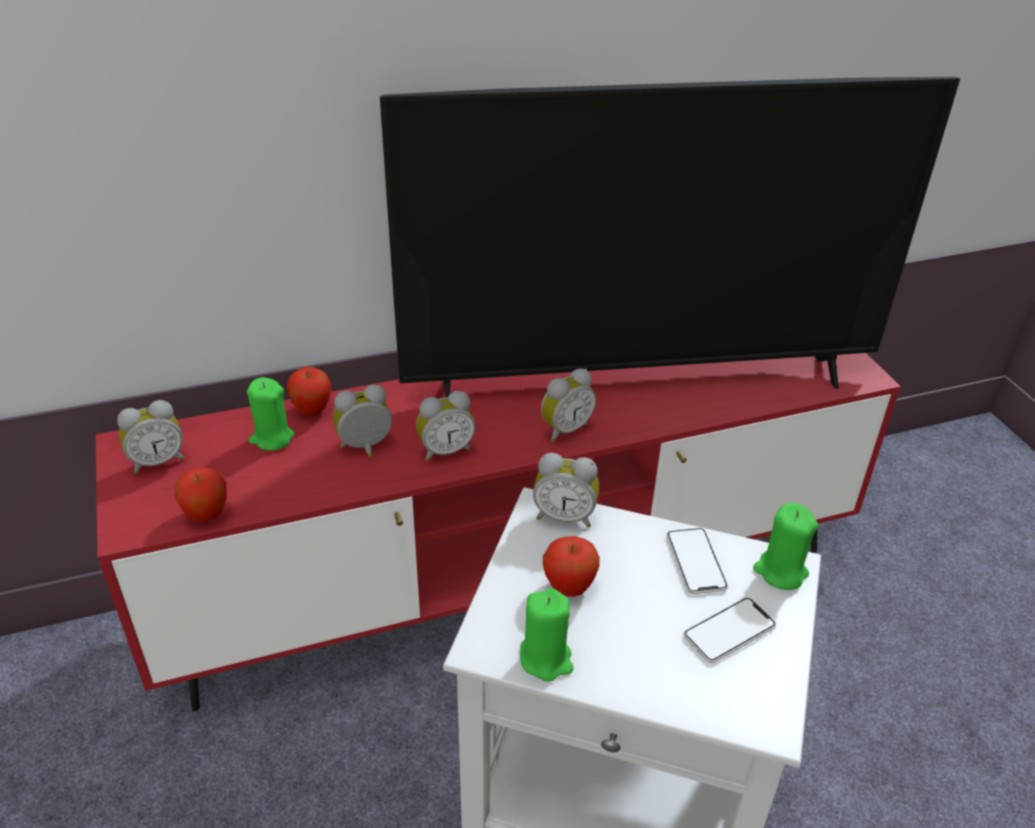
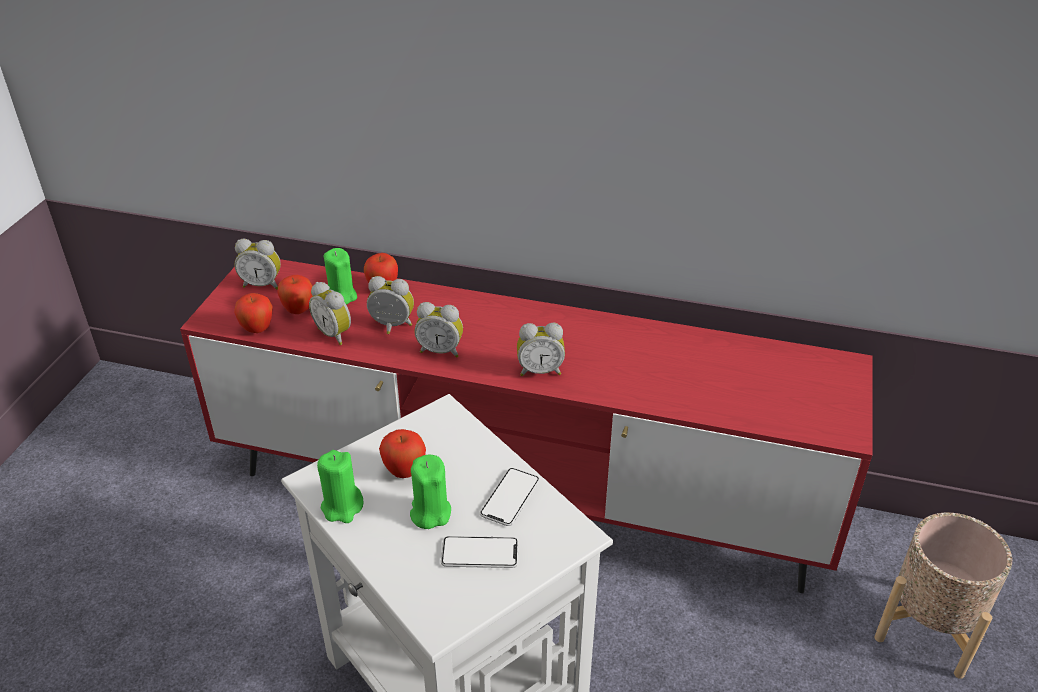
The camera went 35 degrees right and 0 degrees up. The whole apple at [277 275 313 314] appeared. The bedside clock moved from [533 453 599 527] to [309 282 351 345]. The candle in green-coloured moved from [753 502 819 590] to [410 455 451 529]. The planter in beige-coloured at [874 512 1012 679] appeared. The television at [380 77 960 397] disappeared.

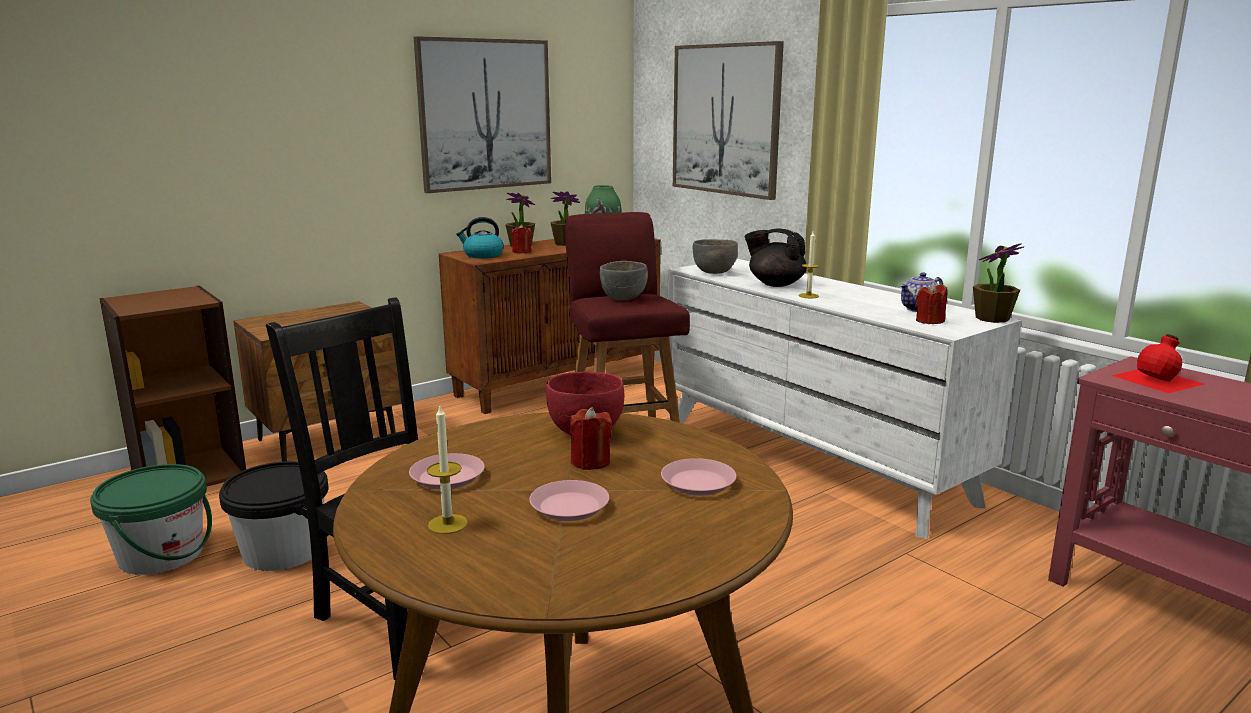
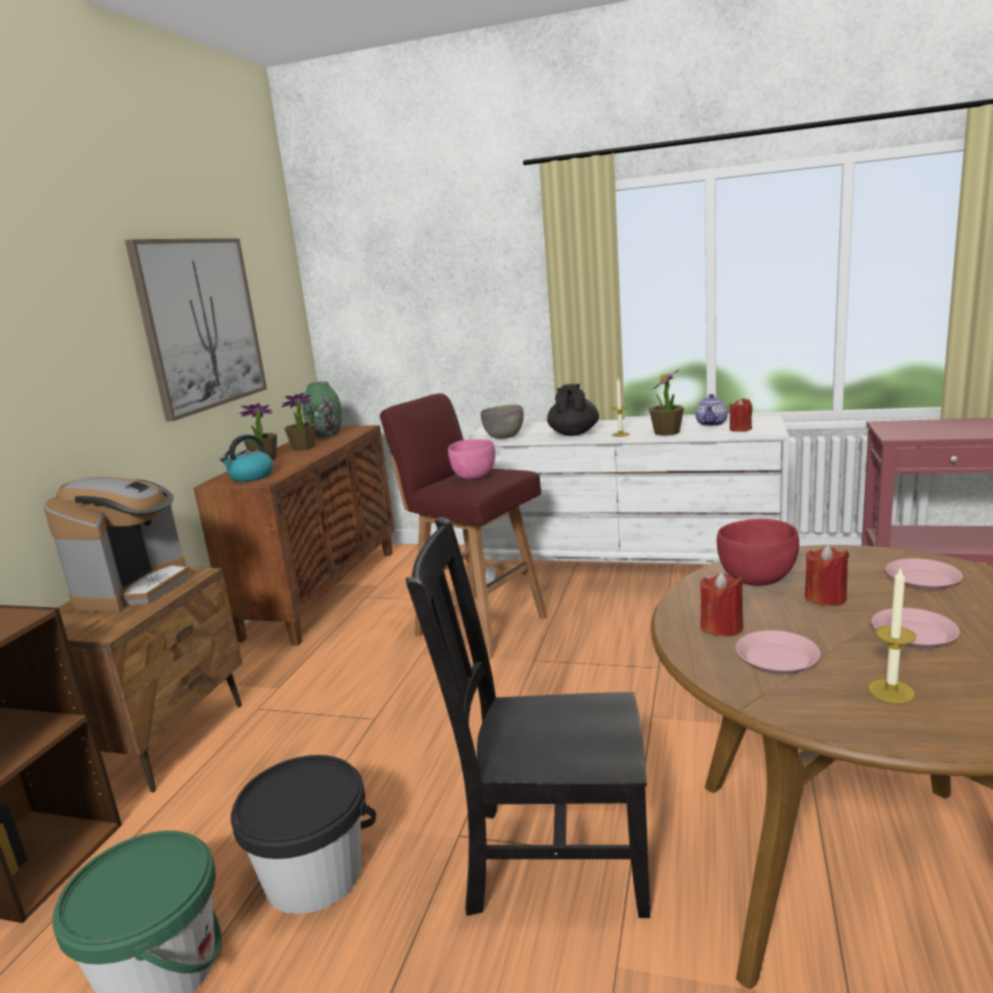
The camera went 35 degrees left and 0 degrees up. The coffee machine at [44 477 190 612] appeared. The deep dish in gray at [600 261 648 300] became the deep dish in pink at [448 439 495 480]. The tea pot in black-coloured at [745 228 807 287] turned 105 degrees clockwise. The houseplant moved from [973 243 1024 323] to [649 370 684 436]. The candle in red moved from [512 224 531 253] to [700 571 744 636]. The picture at [673 41 784 200] disappeared. The bottle in red at [1111 334 1204 393] disappeared.

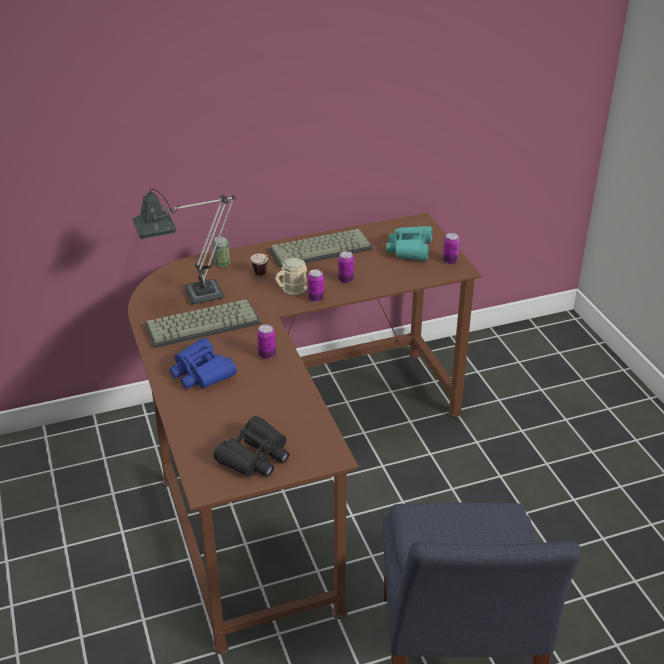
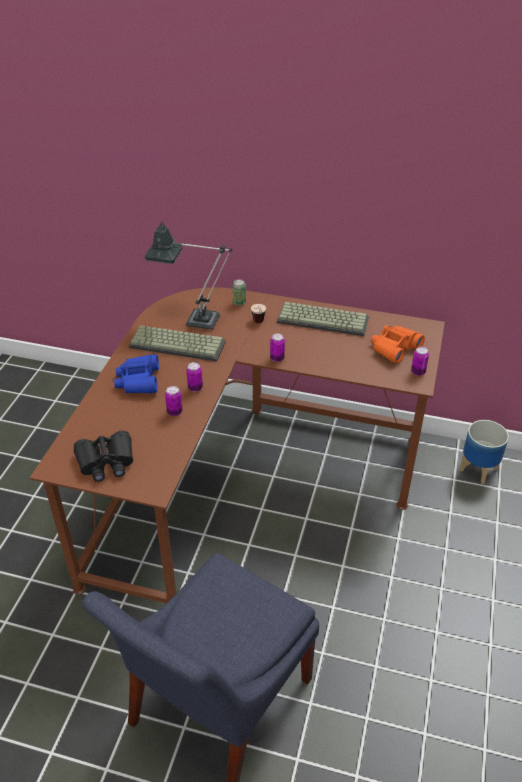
The camera went 35 degrees right and 5 degrees up. The can moved from [338 251 354 283] to [165 386 183 416]. The binoculars in turquoise at [386 226 432 261] became the binoculars in orange at [371 325 425 363]. The planter at [459 420 509 484] appeared. The tea mug in beige-coloured at [275 257 307 295] disappeared.

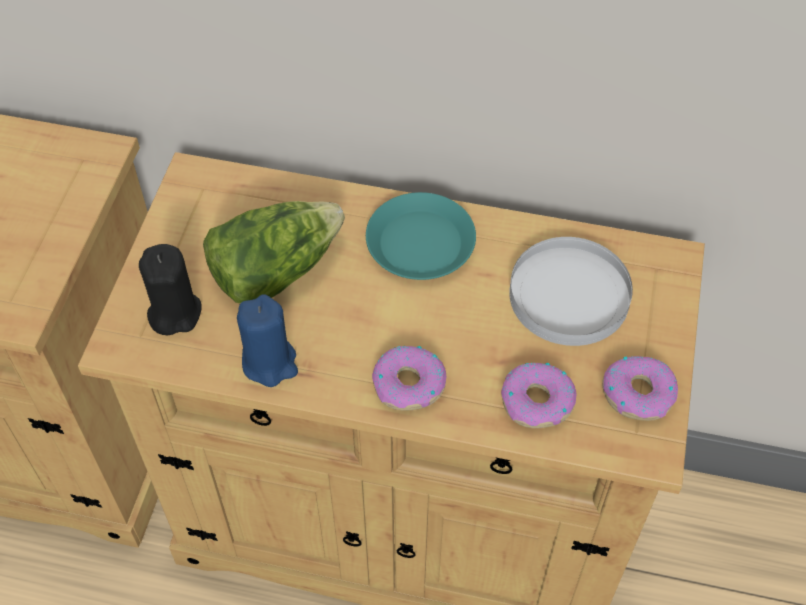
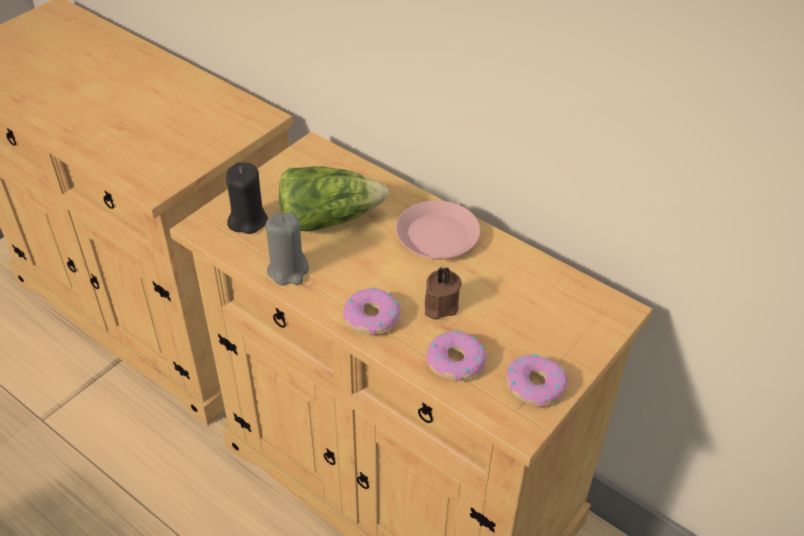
The camera went 25 degrees right and 10 degrees down. The candle in bluish at [237 294 298 387] became the candle in gray at [266 213 309 285]. The flat dish in turquoise at [366 192 476 280] became the flat dish in pink at [396 201 481 259]. The candle in brown at [425 266 462 320] appeared. The flat dish in white at [509 237 633 346] disappeared.

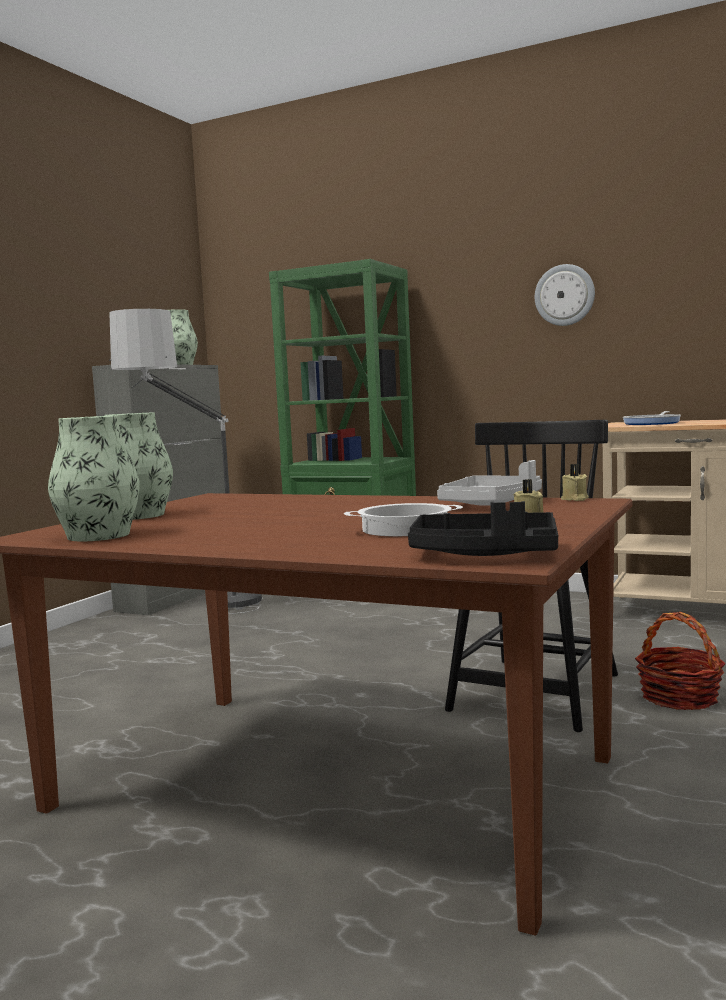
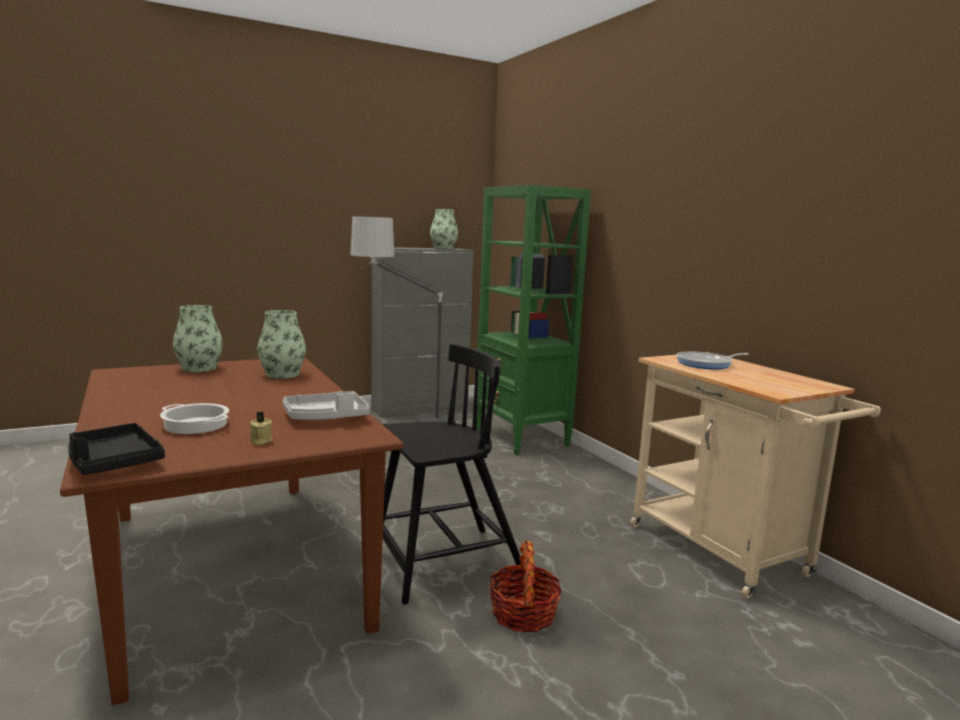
The camera went 35 degrees right and 5 degrees up. The decorative vase moved from [48 416 140 541] to [257 310 306 379]. The hanging clock at [535 264 595 326] disappeared. The candle in beige-coloured at [561 464 589 501] disappeared.

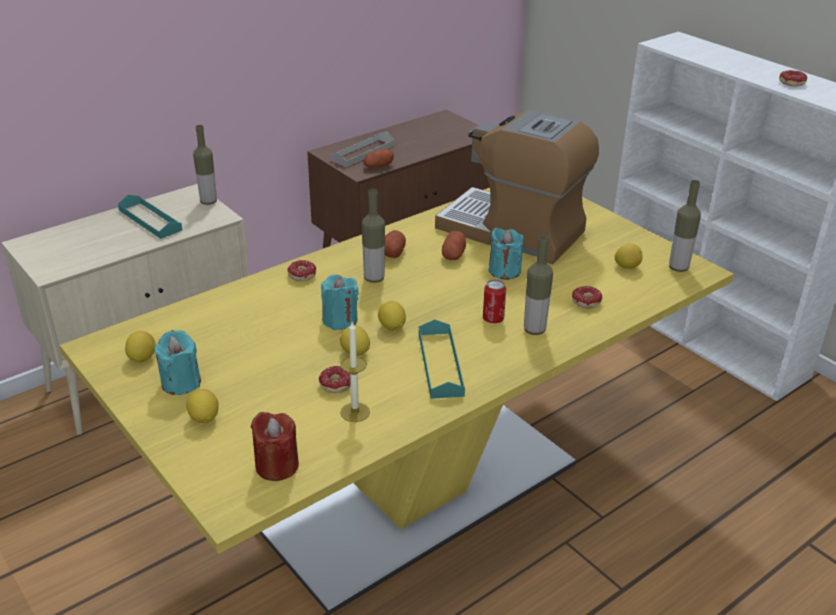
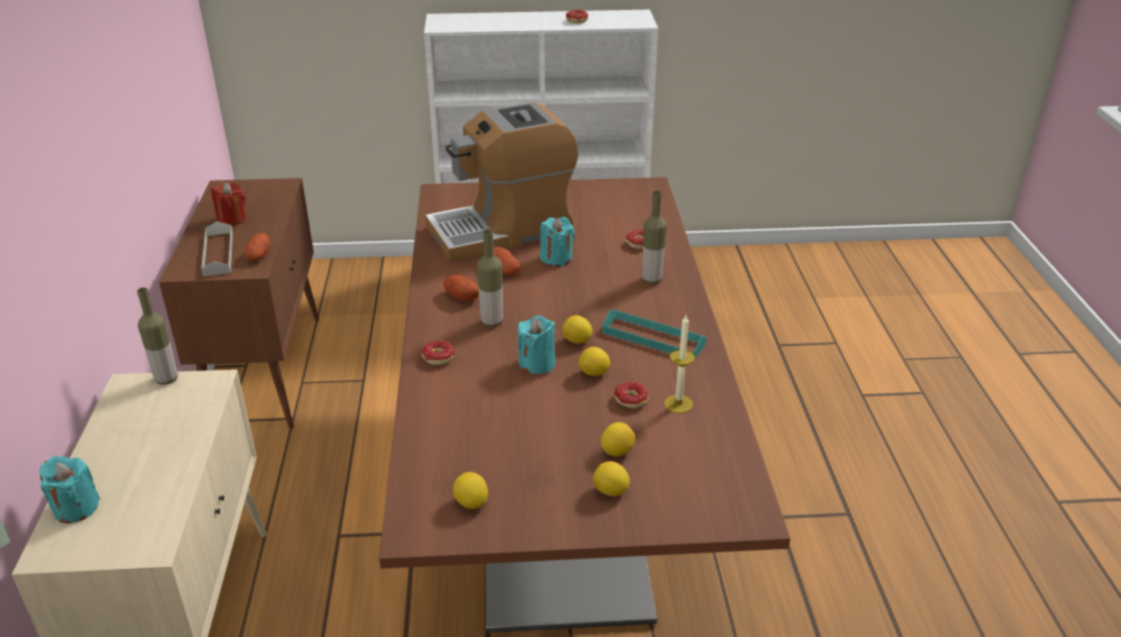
The camera went 55 degrees left and 0 degrees up. The candle in turquoise moved from [154 330 201 395] to [39 456 100 523]. The candle in red moved from [251 412 299 481] to [211 182 247 225]. The dining table in yellow-coloured at [59 188 734 615] became the dining table in brown at [379 177 790 633]. The lemon moved from [614 244 643 269] to [601 422 635 456]. The serving tray in turquoise at [118 195 182 239] disappeared. The can at [483 279 506 323] disappeared. The bottle at [669 180 701 272] disappeared.

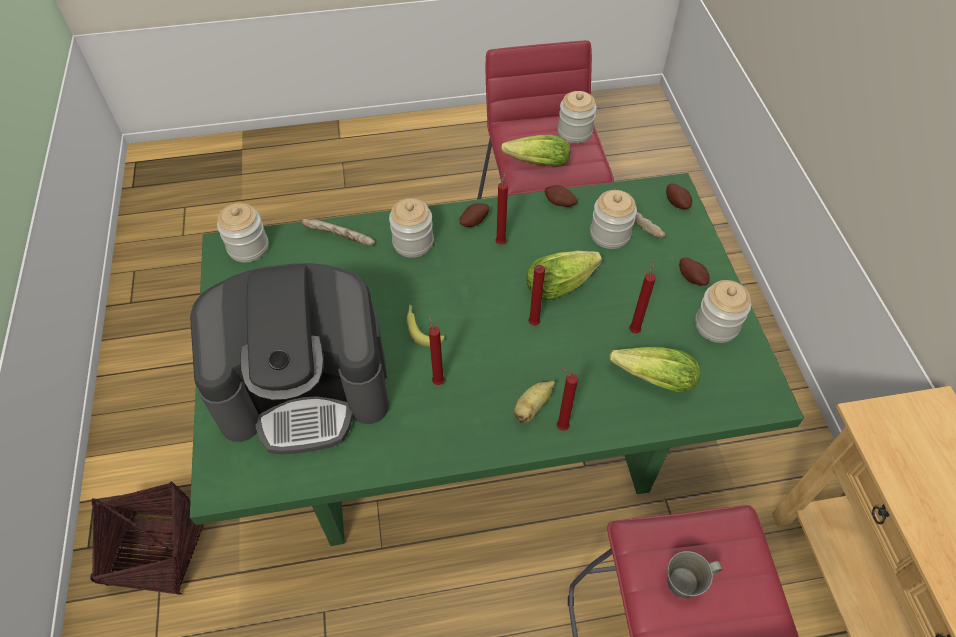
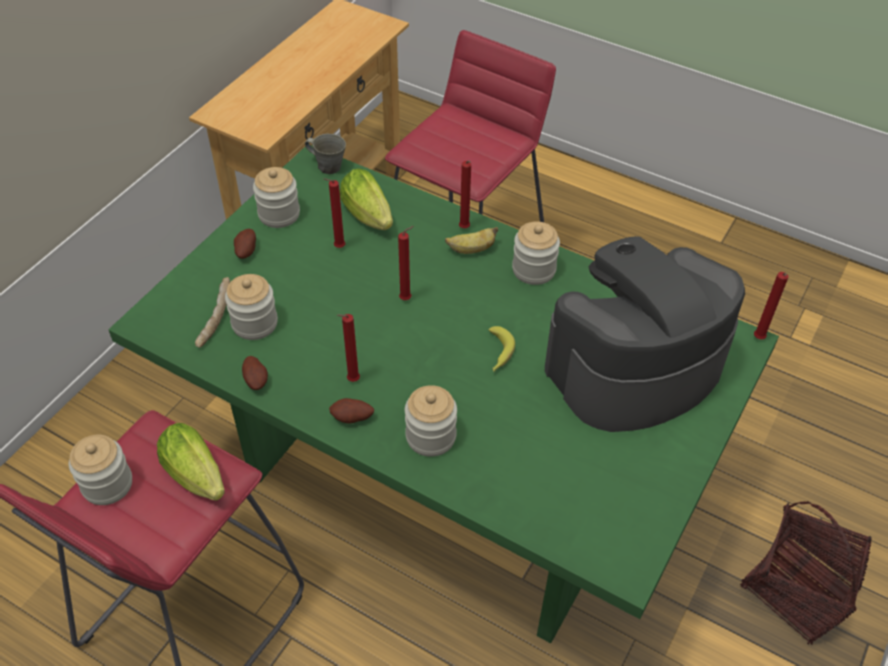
The camera went 140 degrees left and 5 degrees down. The tea mug in gray moved from [667 551 722 598] to [305 134 346 174]. The preserve jar moved from [217 203 268 263] to [512 221 560 285]. The coffee machine at [190 263 389 454] turned 60 degrees counterclockwise. The candle in red moved from [429 316 445 385] to [754 272 788 339]. The bakery bread at [302 219 375 246] disappeared. The head of lettuce at [526 251 602 300] disappeared. The potato at [666 183 692 209] disappeared.

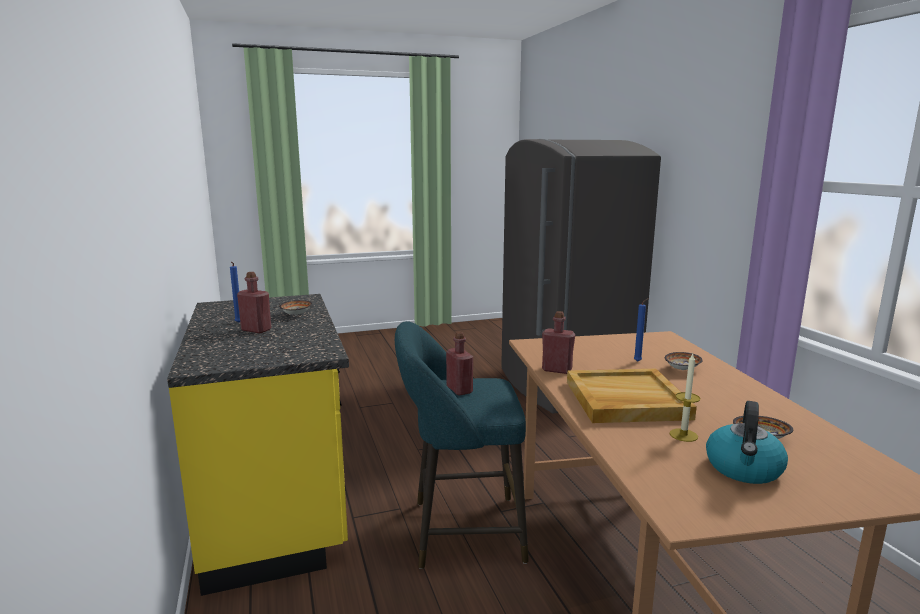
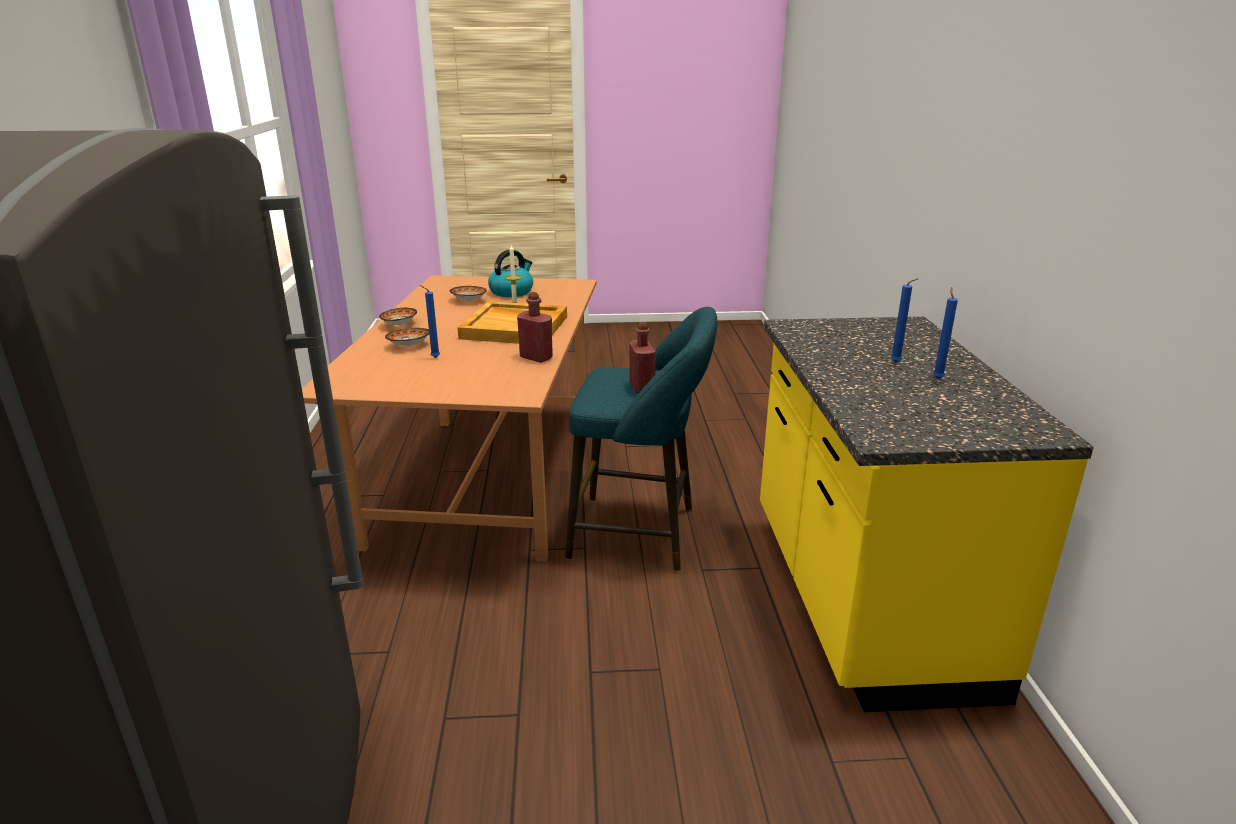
The camera went 165 degrees left and 10 degrees up. The deep dish moved from [279 300 312 315] to [379 308 417 326]. The bottle in red at [237 272 271 333] was replaced by the candle in bluish at [891 278 919 363].

